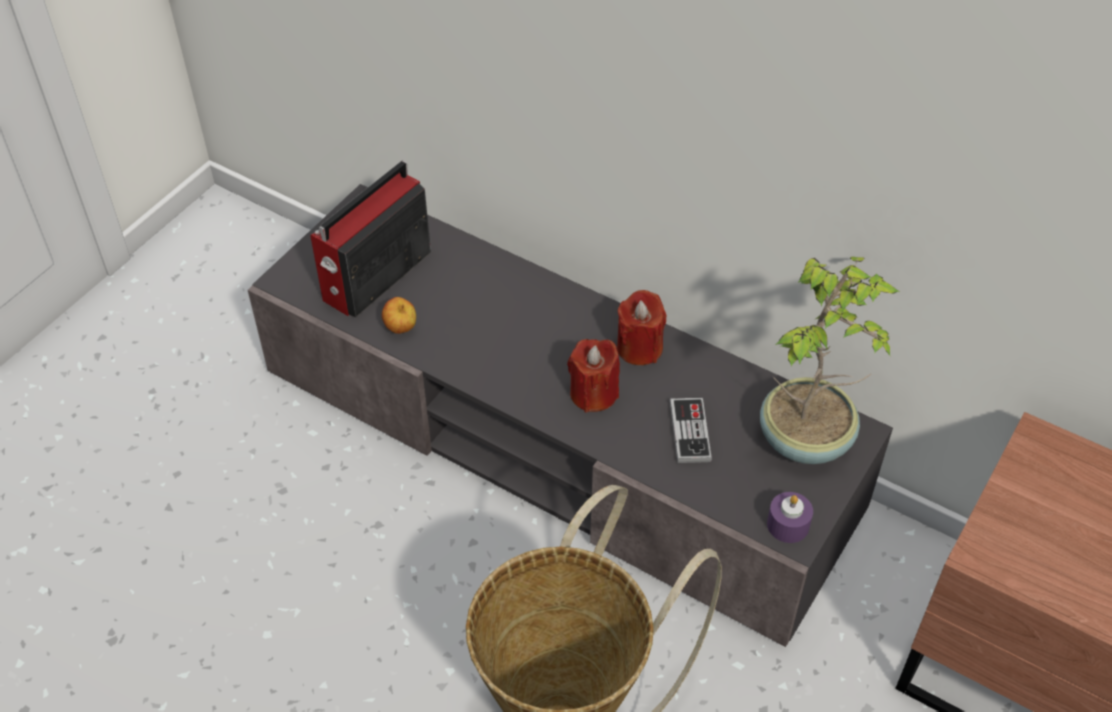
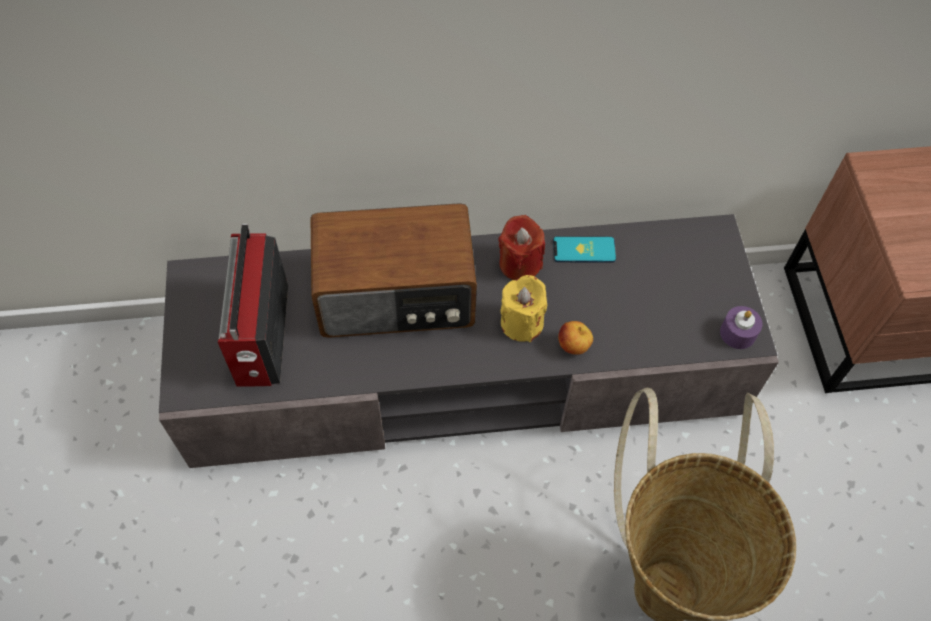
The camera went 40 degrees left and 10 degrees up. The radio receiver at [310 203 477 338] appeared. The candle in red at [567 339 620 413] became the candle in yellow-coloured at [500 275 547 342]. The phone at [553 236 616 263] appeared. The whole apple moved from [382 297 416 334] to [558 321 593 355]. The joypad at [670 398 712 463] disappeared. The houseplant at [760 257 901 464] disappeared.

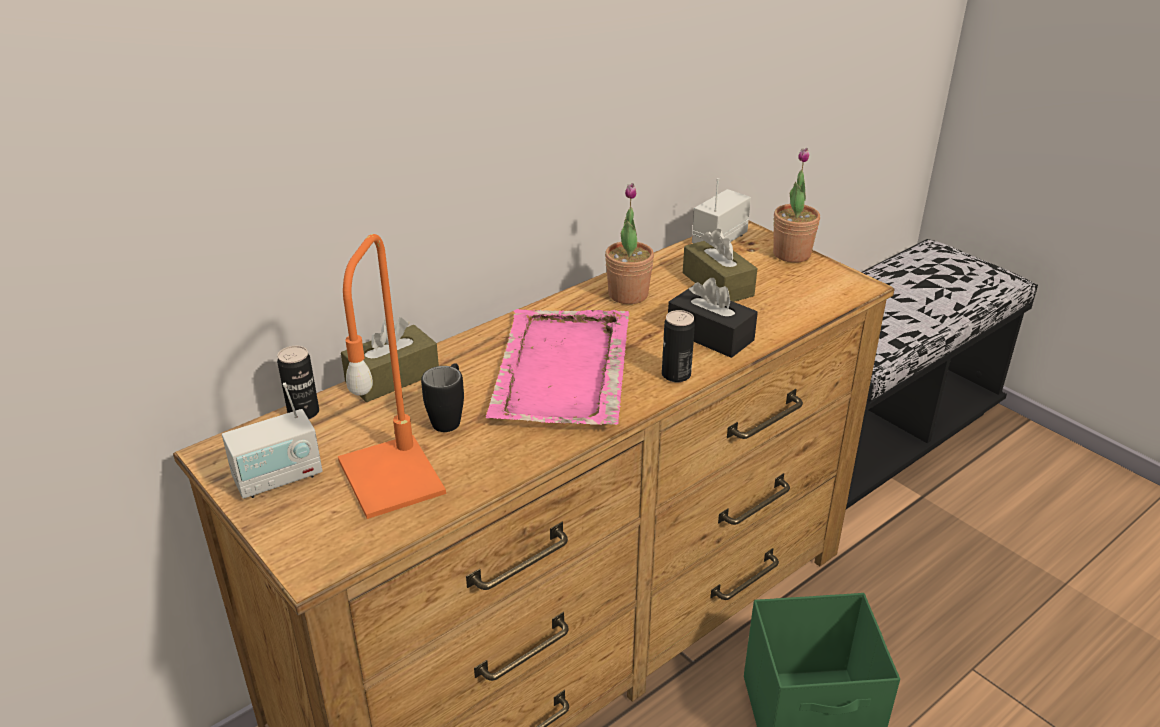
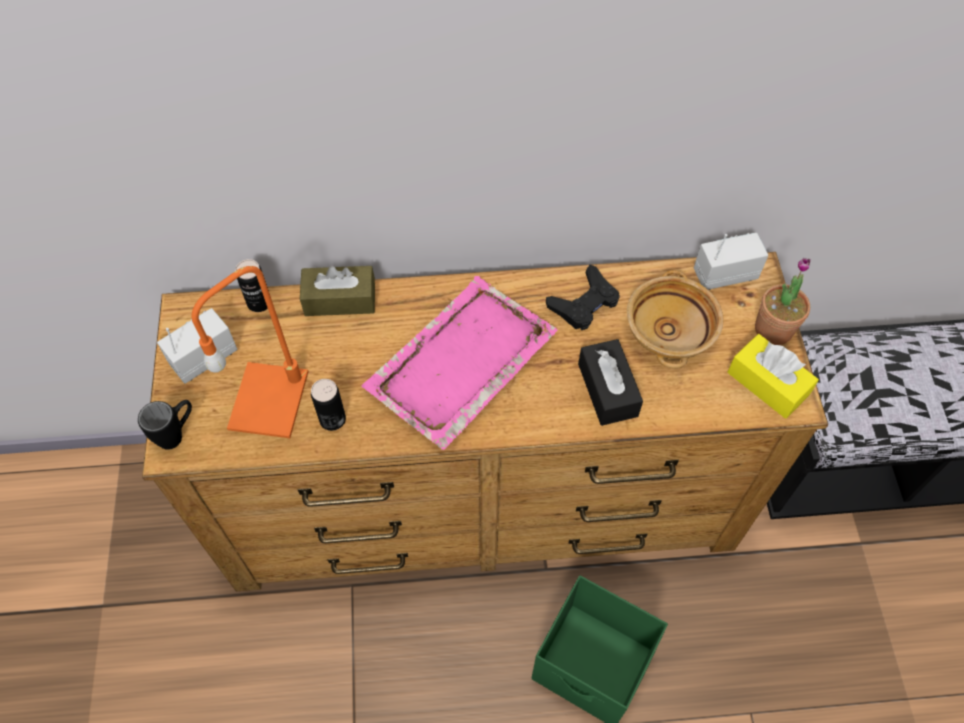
The camera went 35 degrees right and 25 degrees up. The tea mug in black-coloured moved from [421 363 464 432] to [138 400 192 450]. The radio receiver at [222 383 322 499] turned 135 degrees clockwise. The can moved from [662 310 695 382] to [311 379 346 431]. The houseplant at [605 183 654 304] was replaced by the joypad in black-coloured at [546 264 620 330]. The tissue box in brown at [683 229 757 302] was replaced by the deep dish in beige-coloured at [627 270 724 368]. The tissue box in yellow-coloured at [728 334 819 419] appeared.

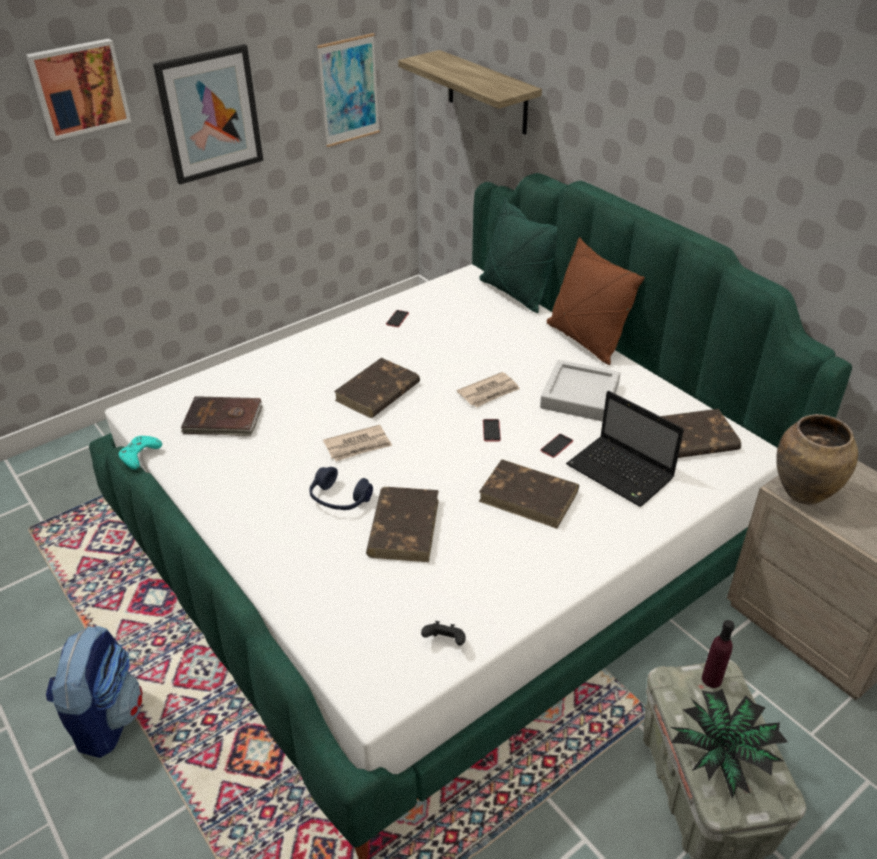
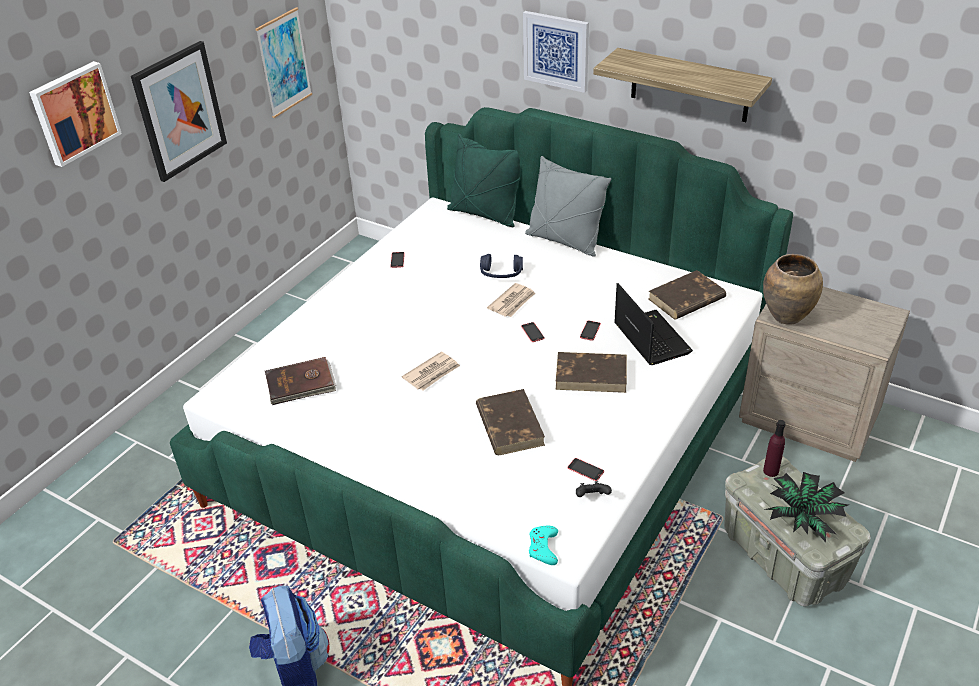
The camera went 20 degrees left and 0 degrees up. The headset in bluish moved from [309 467 373 510] to [480 254 523 278]. The picture at [523 11 589 93] appeared. The cushion in brown at [547 237 645 365] became the cushion in gray at [525 156 611 257]. The joypad in turquoise moved from [118 436 162 470] to [529 525 558 565]. The phone at [567 458 604 481] appeared. The shelf moved from [398 50 542 135] to [593 48 772 122]. The notebook computer at [566 391 684 507] turned 135 degrees counterclockwise. The bound book in brown at [334 358 420 418] disappeared. The serving tray in gray at [540 360 620 422] disappeared.

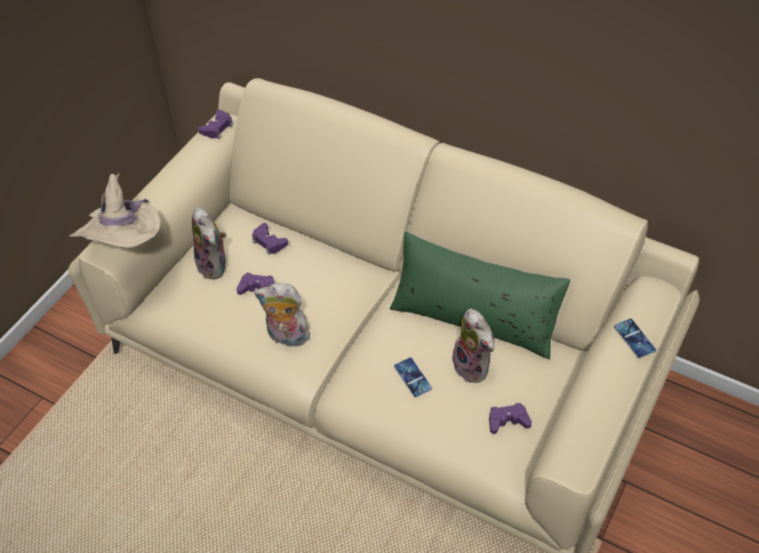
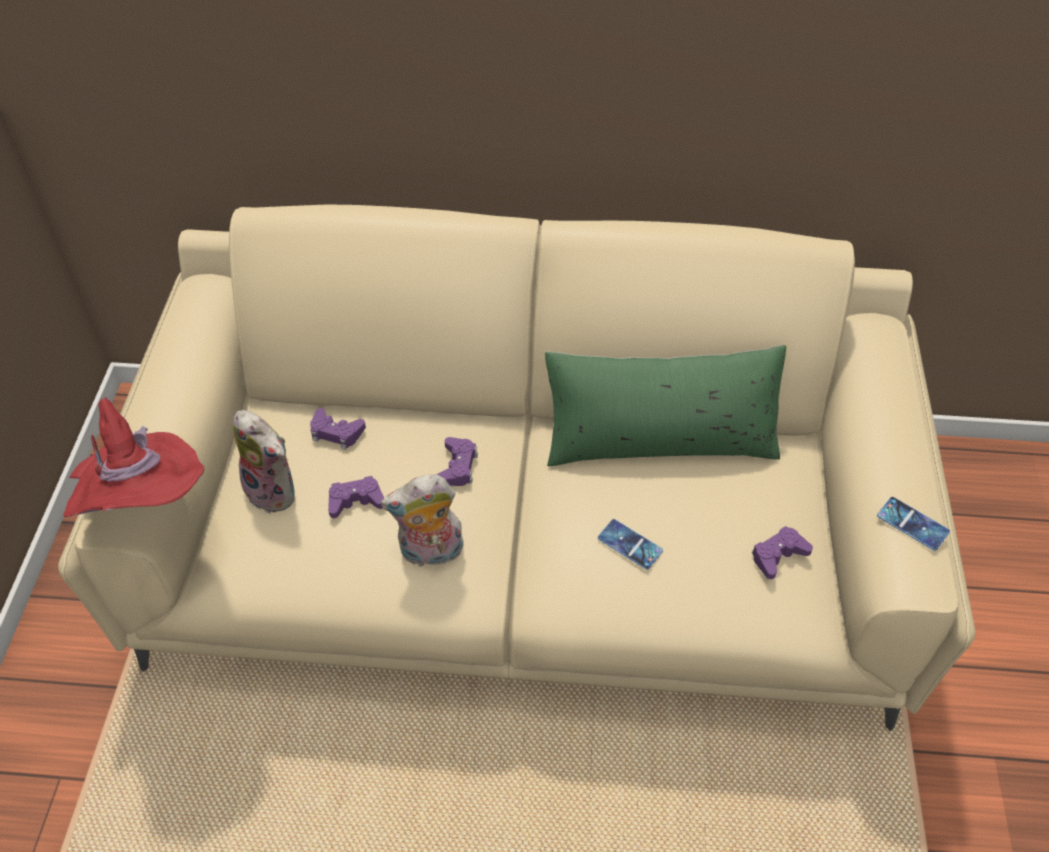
The camera went 25 degrees left and 0 degrees up. The wearable hat in beige-coloured at [69 174 161 248] became the wearable hat in red at [63 396 204 517]. The joypad in purple-coloured moved from [198 110 233 139] to [437 437 478 486]. The phone moved from [614 319 656 358] to [877 497 950 551]. The soft toy at [452 308 495 383] disappeared.

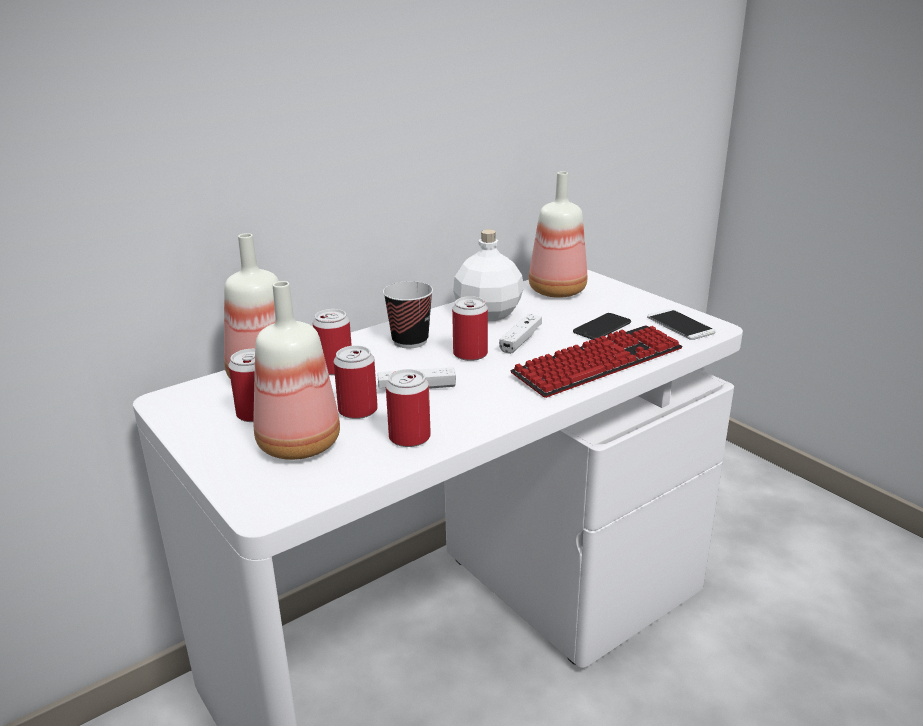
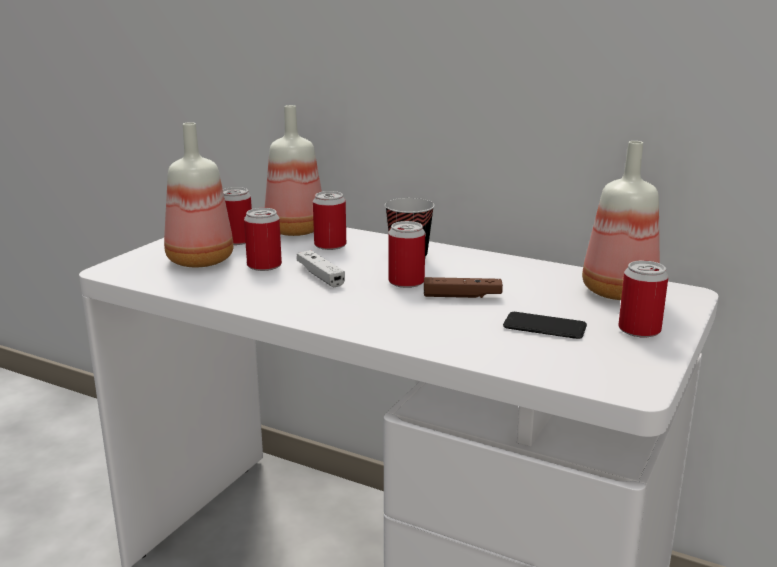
The camera went 65 degrees right and 5 degrees down. The joypad in white at [499 314 542 354] became the joypad in brown at [424 277 503 298]. The can moved from [386 369 431 447] to [618 260 668 338]. The bottle in white at [453 230 524 321] disappeared. The computer keyboard at [511 326 682 398] disappeared. The phone at [647 309 716 340] disappeared.

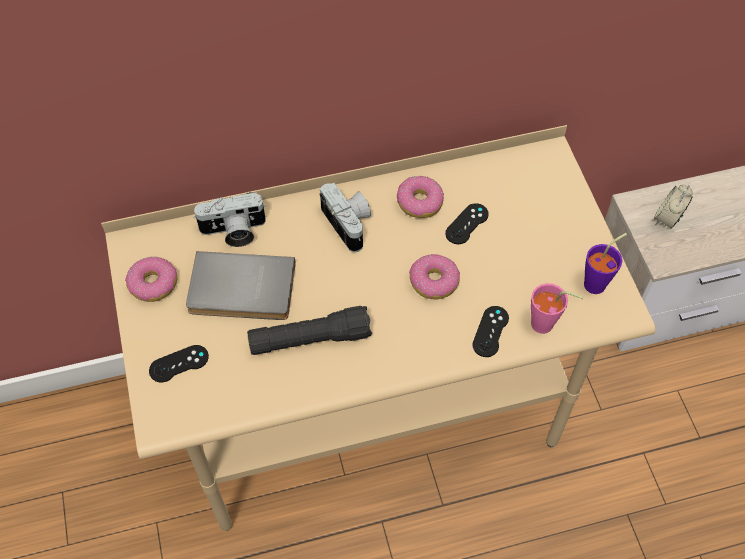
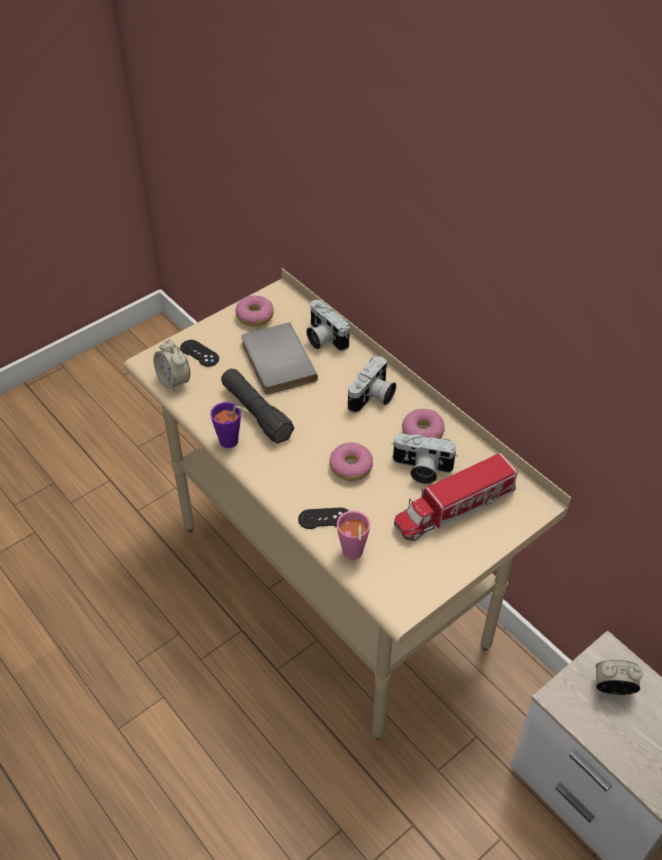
The camera went 65 degrees right and 10 degrees down. The bedside clock at [154 339 190 392] appeared. The drinking cup in purple-coloured moved from [584 233 627 294] to [210 402 249 448]. The joypad in black-coloured at [445 203 489 244] was replaced by the still camera at [392 433 458 484]. The toy truck at [394 453 517 541] appeared.

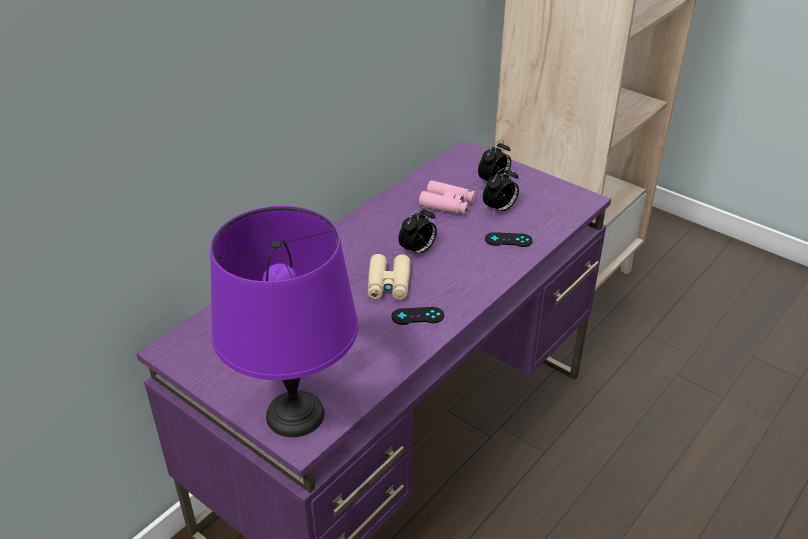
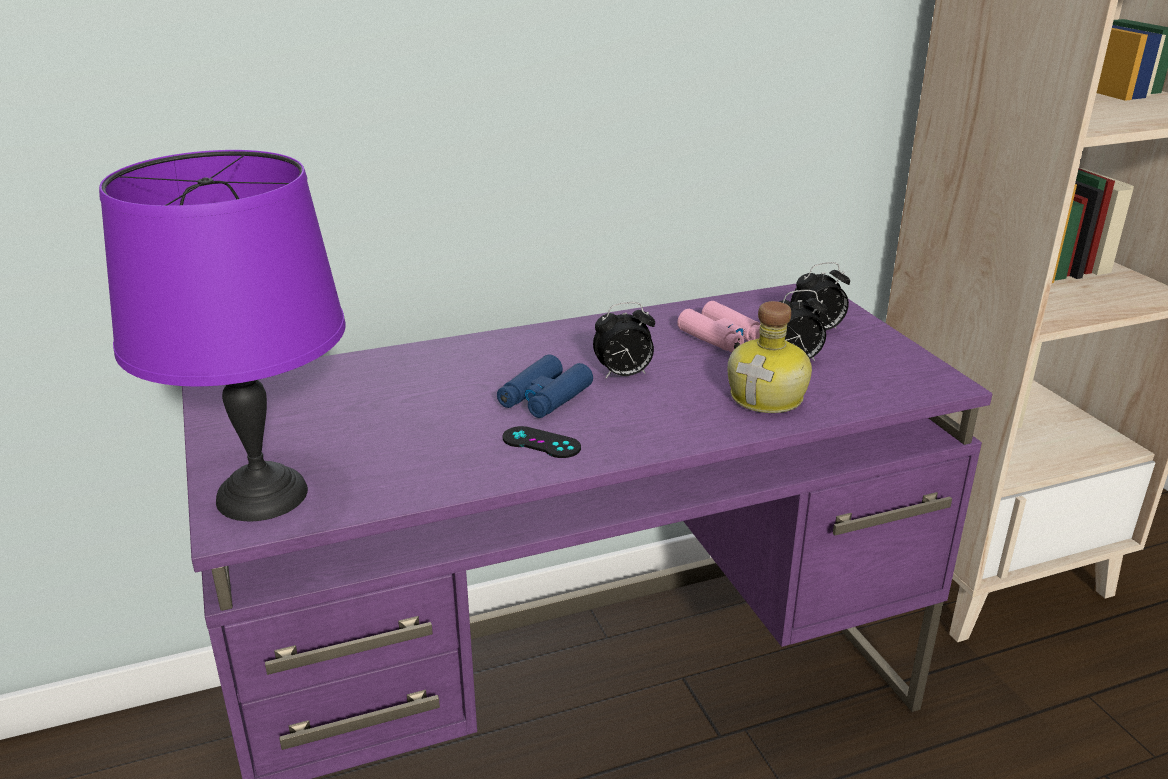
The camera went 30 degrees right and 10 degrees down. The binoculars in beige-coloured at [368 254 411 300] became the binoculars in bluish at [497 354 593 418]. The joypad in black-coloured at [485 232 533 247] was replaced by the bottle at [727 301 812 413].

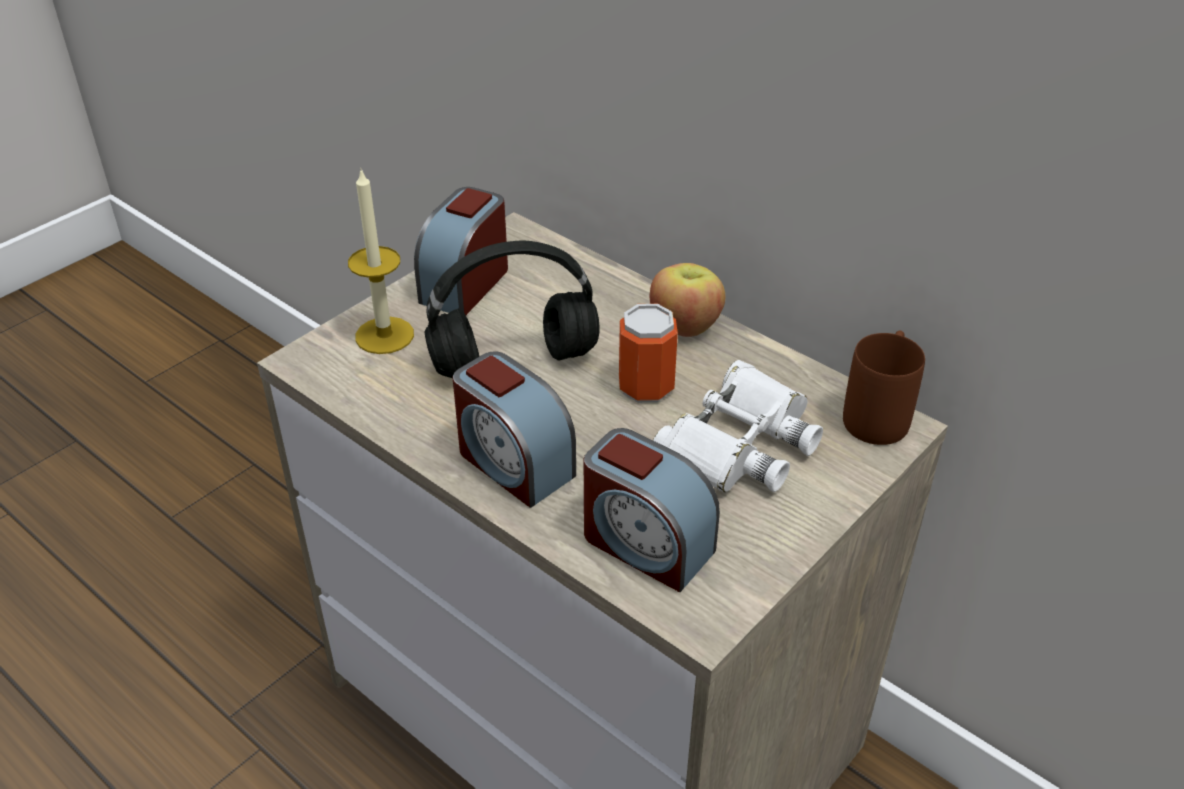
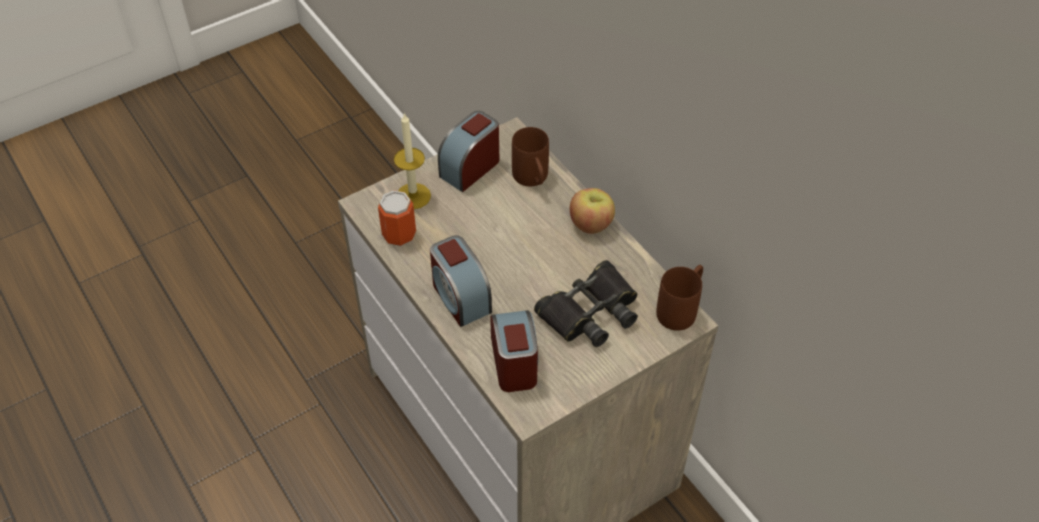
The camera went 15 degrees right and 10 degrees up. The can moved from [619 304 678 403] to [378 190 416 246]. The bedside clock at [584 428 720 592] turned 150 degrees counterclockwise. The tea mug in brown at [512 127 549 186] appeared. The binoculars in white at [653 360 823 492] became the binoculars in black-coloured at [534 260 638 347]. The headset in black-coloured at [425 241 599 378] disappeared.

